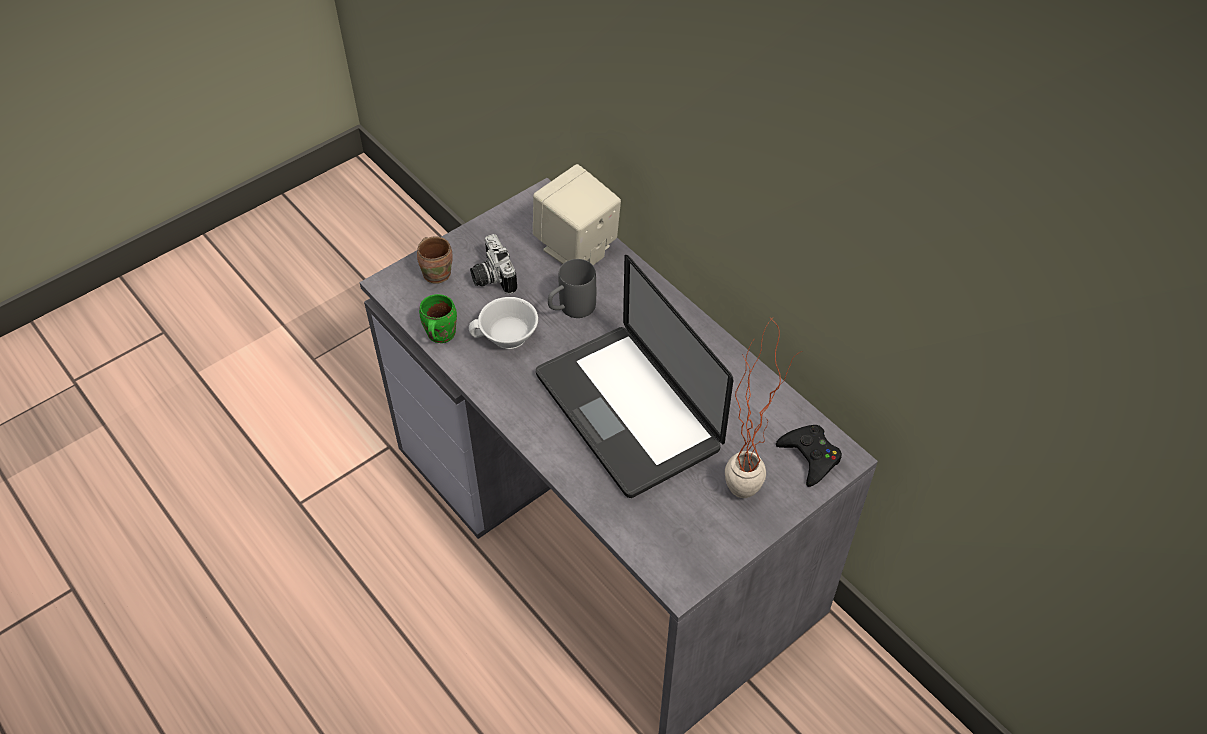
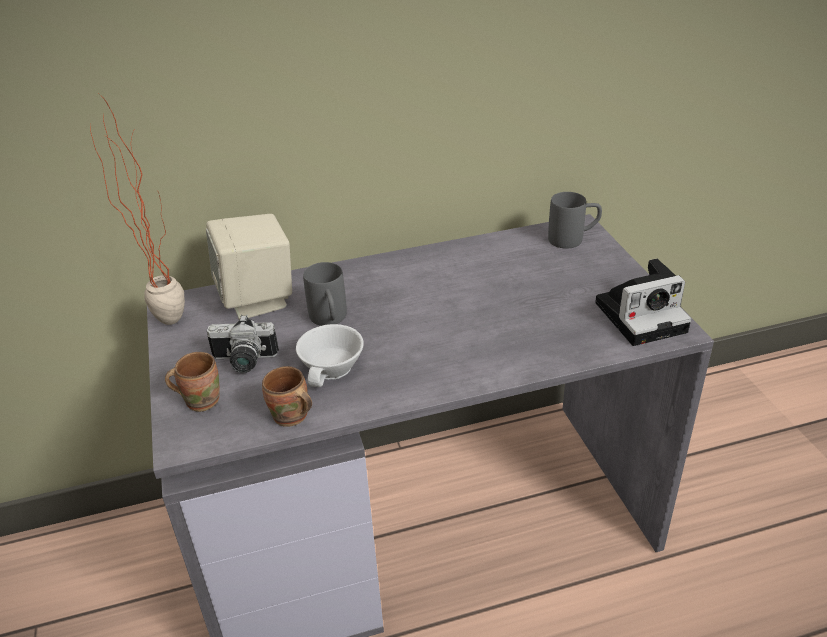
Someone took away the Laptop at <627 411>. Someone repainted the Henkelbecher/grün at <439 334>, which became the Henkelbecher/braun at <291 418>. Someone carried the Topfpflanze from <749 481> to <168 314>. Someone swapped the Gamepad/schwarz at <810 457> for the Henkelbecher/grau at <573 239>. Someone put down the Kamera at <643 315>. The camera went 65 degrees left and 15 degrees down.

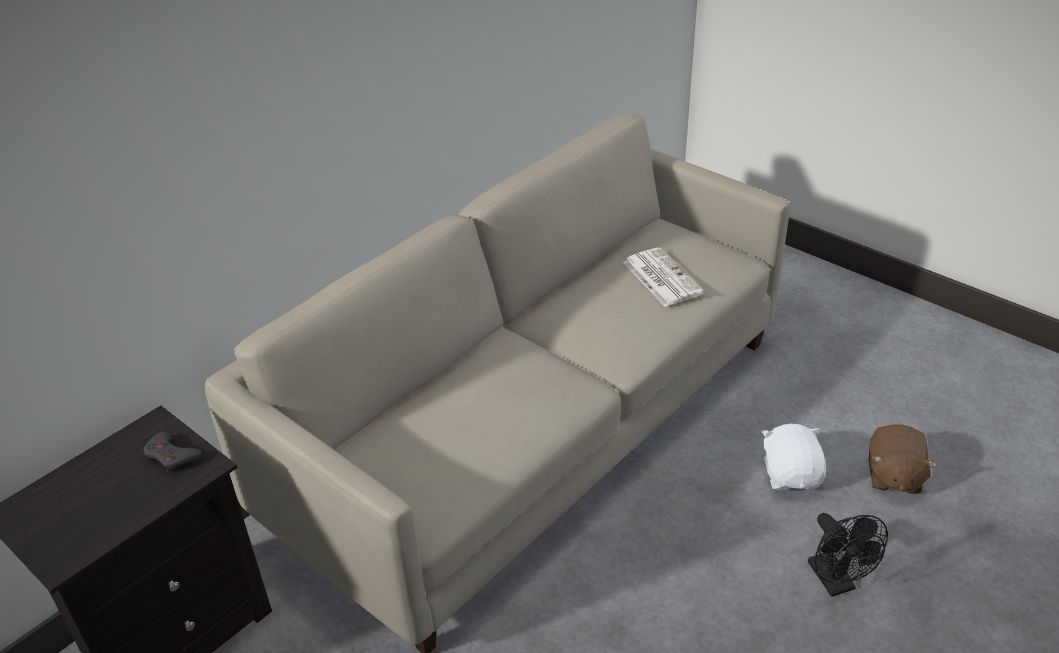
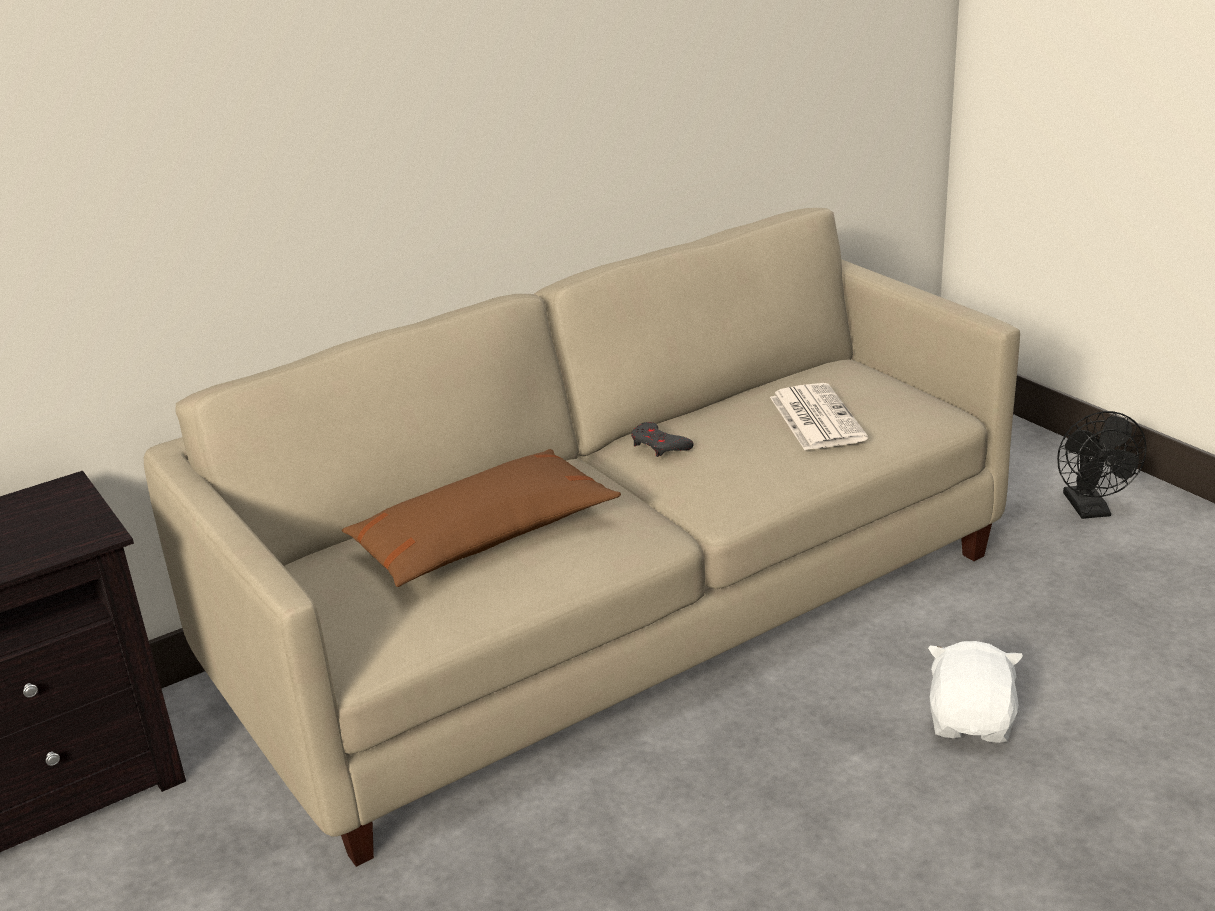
Someone took away the Plüschtier/braun at <893 476>. Someone carried the Gamepad/grau from <172 456> to <659 445>. Someone carried the Ventilator/schwarz from <836 582> to <1090 510>. Someone put down the Kissen/braun at <483 538>. The camera went 15 degrees right and 10 degrees down.

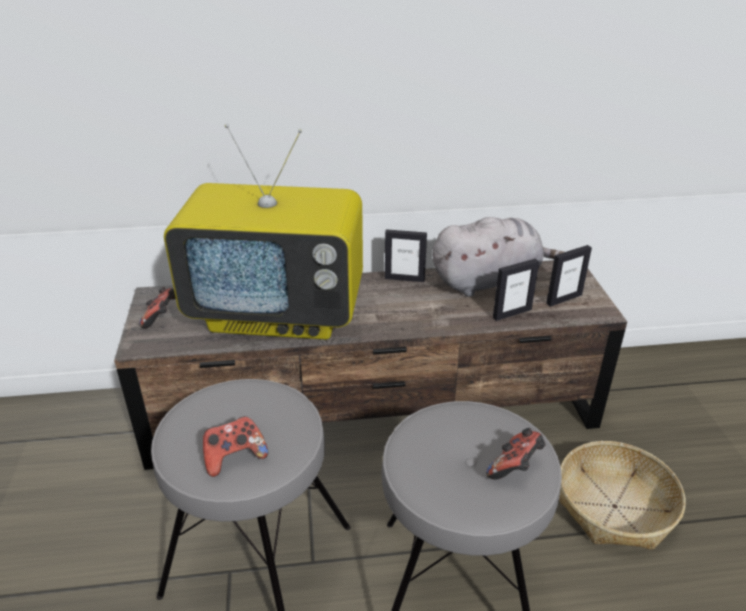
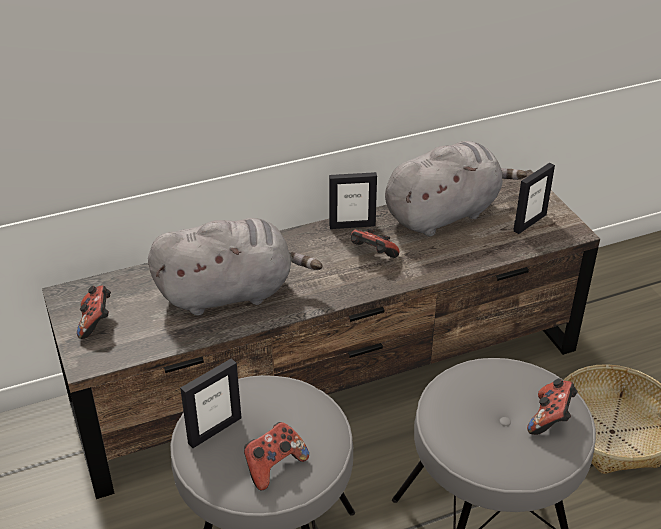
Someone swapped the Fernseher at <279 313> for the Plüschtier/grau at <231 292>. Someone carried the Bilderrahmen from <512 313> to <214 430>. Someone put down the Gamepad at <372 255>. The camera went 15 degrees left and 5 degrees up.

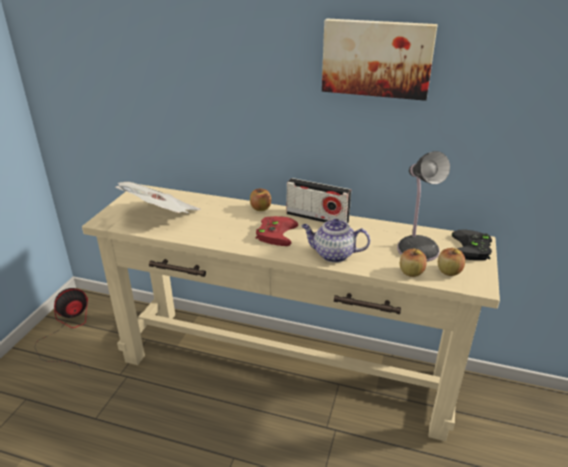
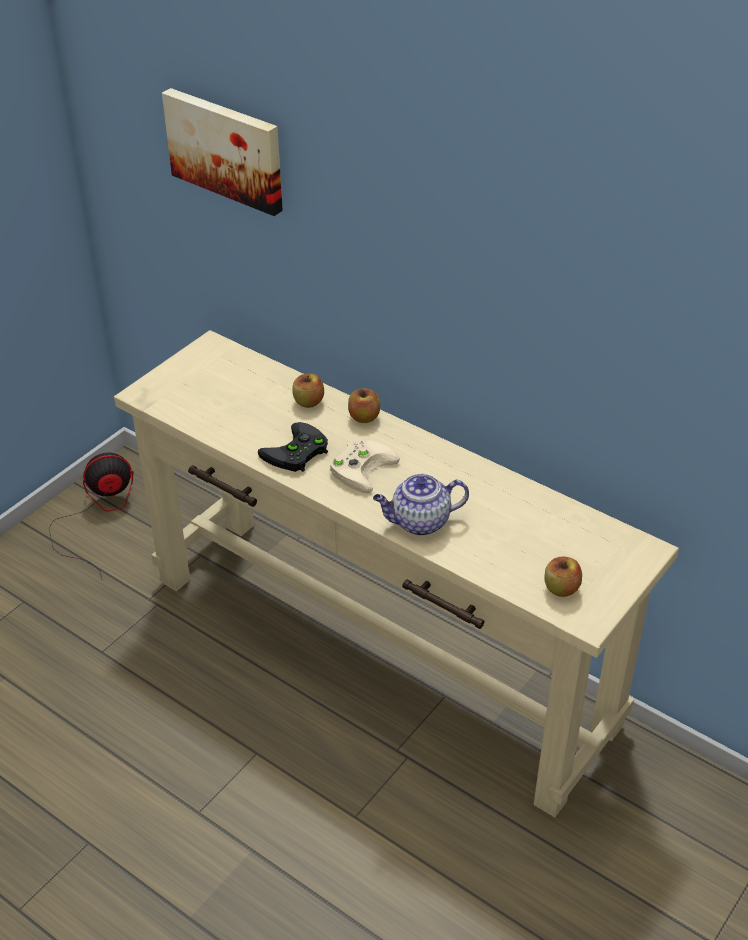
Someone carried the Bild from <377 58> to <226 149>. Someone took away the Tischlampe at <416 248>. Someone took away the Radio at <317 218>. Someone took away the Zeitung at <162 216>. Someone repainted the Gamepad/rot at <275 233>, which became the Gamepad/beige at <361 466>. Someone rotated the Teekanne at <333 255> by 45 degrees counterclockwise. Someone carried the Gamepad/schwarz from <472 249> to <296 453>. Someone carried the Apfel from <411 272> to <308 402>. The camera went 20 degrees right and 10 degrees up.

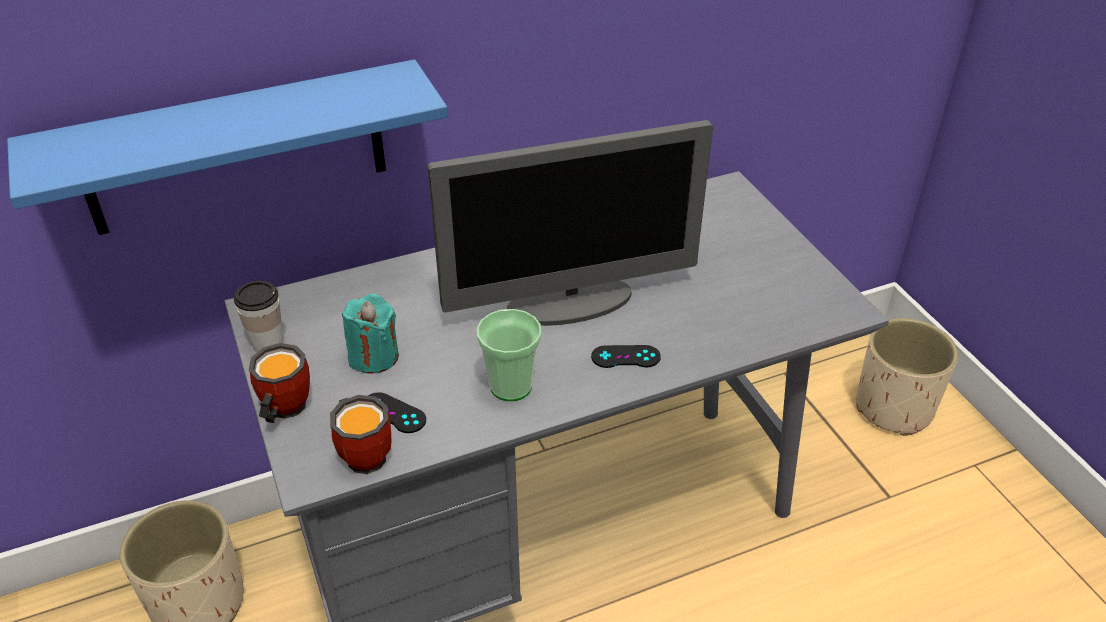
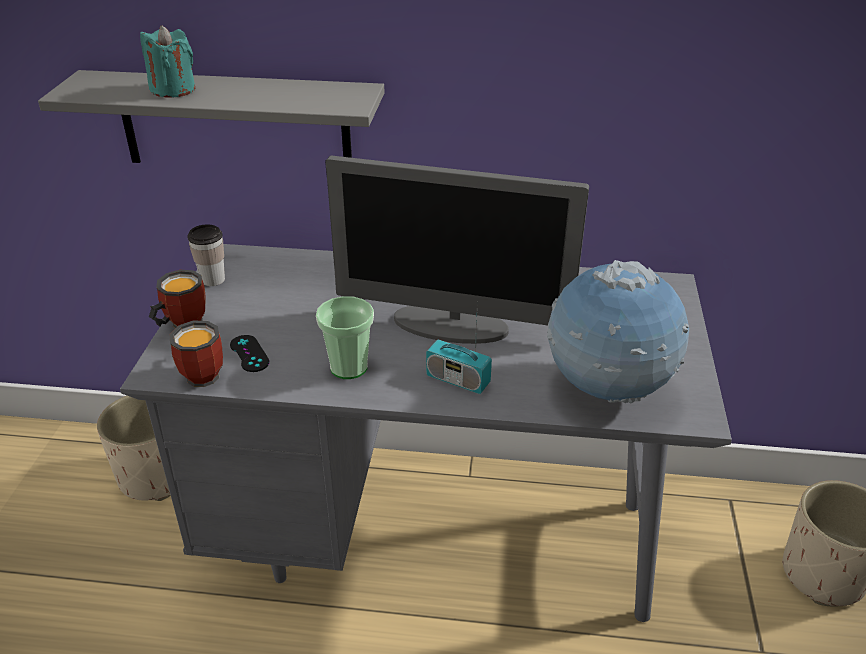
Someone repainted the Wandregal/blau at <235 149>, which became the Wandregal/grau at <235 123>. Someone carried the Kerze/türkis from <374 356> to <173 90>. Someone swapped the Gamepad/schwarz at <625 357> for the Radio at <458 380>. Someone put down the Globus at <607 390>. The camera went 30 degrees right and 5 degrees down.

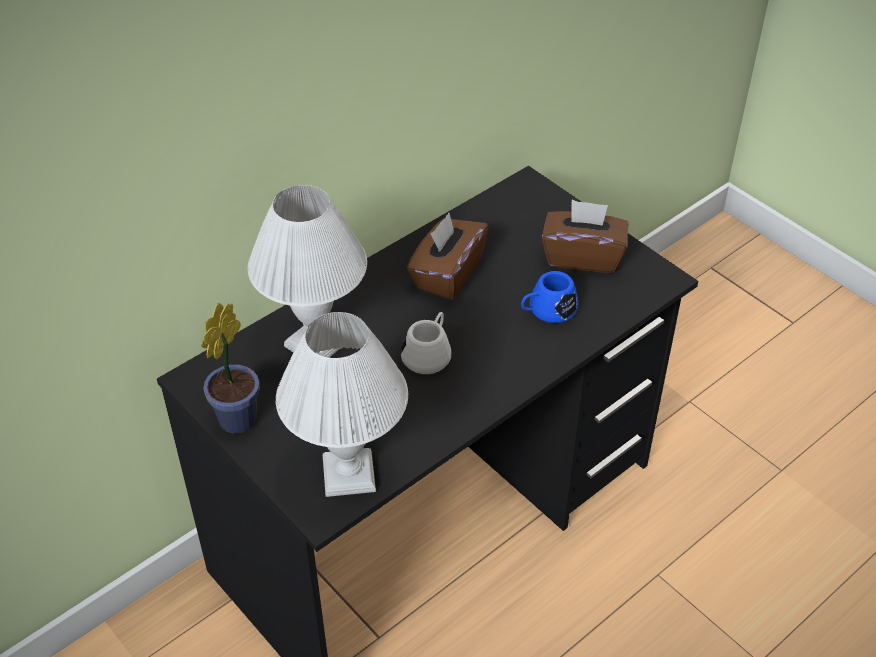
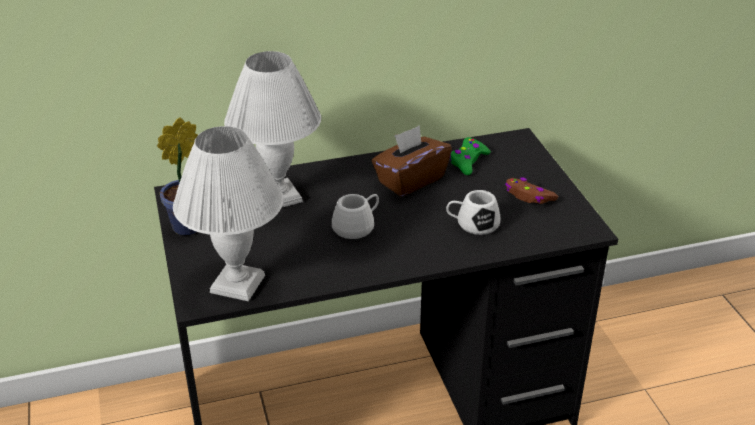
Someone swapped the Taschentuchbox/braun at <582 256> for the Gamepad/braun at <529 196>. Someone repainted the Henkelbecher/blau at <547 310>, which became the Henkelbecher/weiß at <472 224>. Someone put down the Gamepad/grün at <468 161>. The camera went 25 degrees right and 10 degrees down.

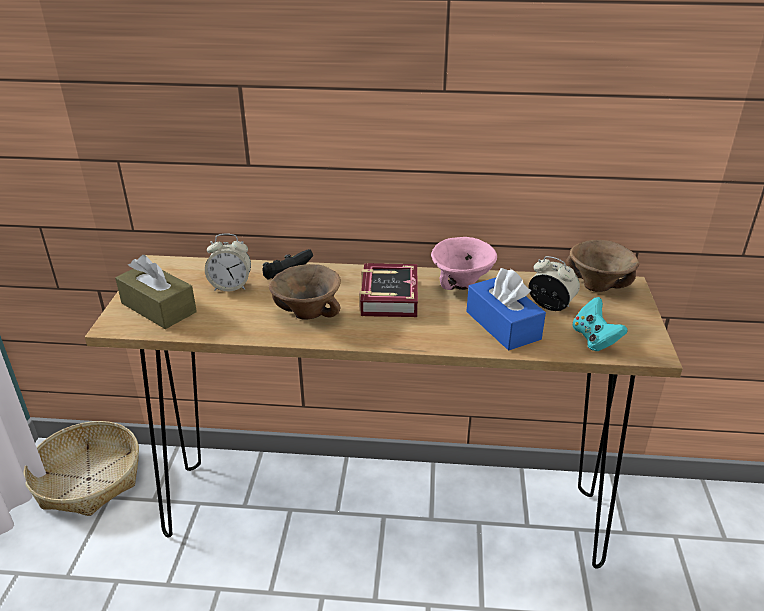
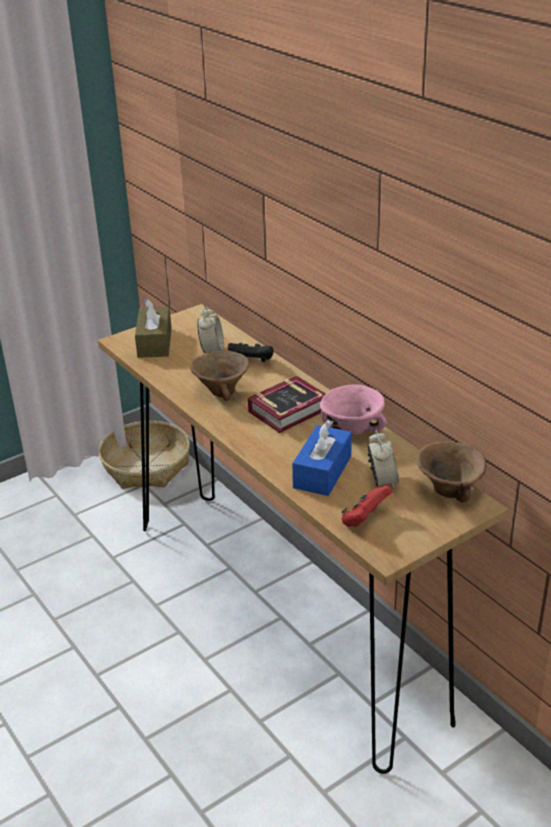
Someone rotated the Wecker at <231 286> by 135 degrees counterclockwise. Someone repainted the Gamepad/türkis at <594 339>, which became the Gamepad/rot at <364 519>. The camera went 50 degrees right and 0 degrees up.

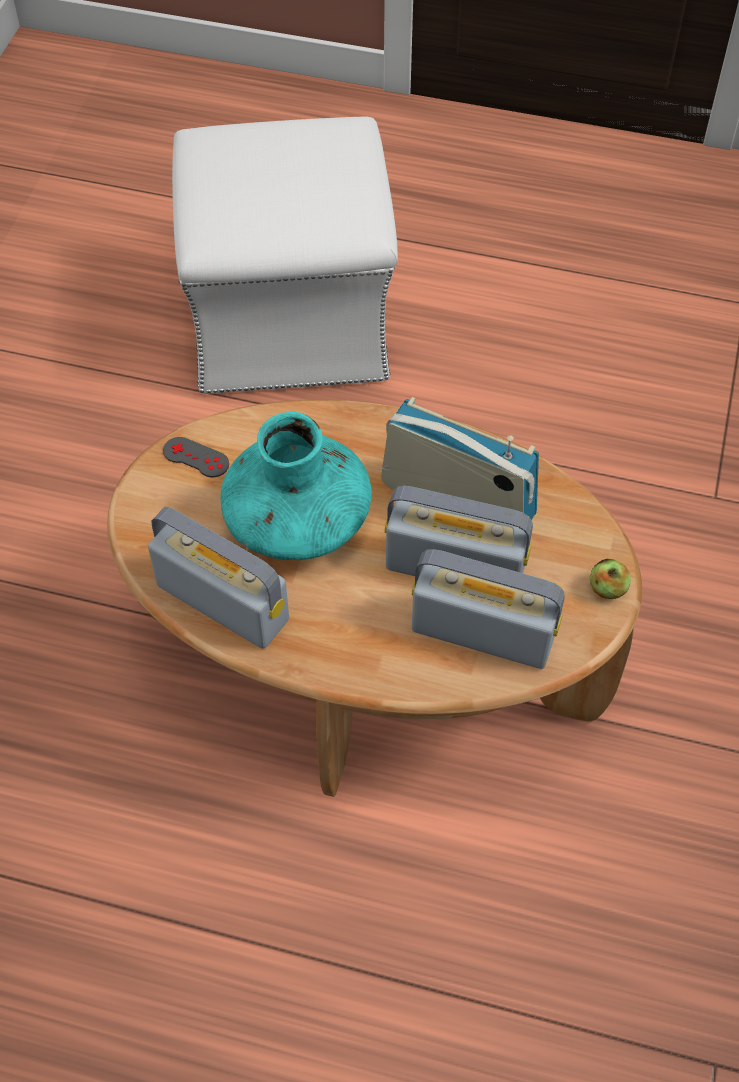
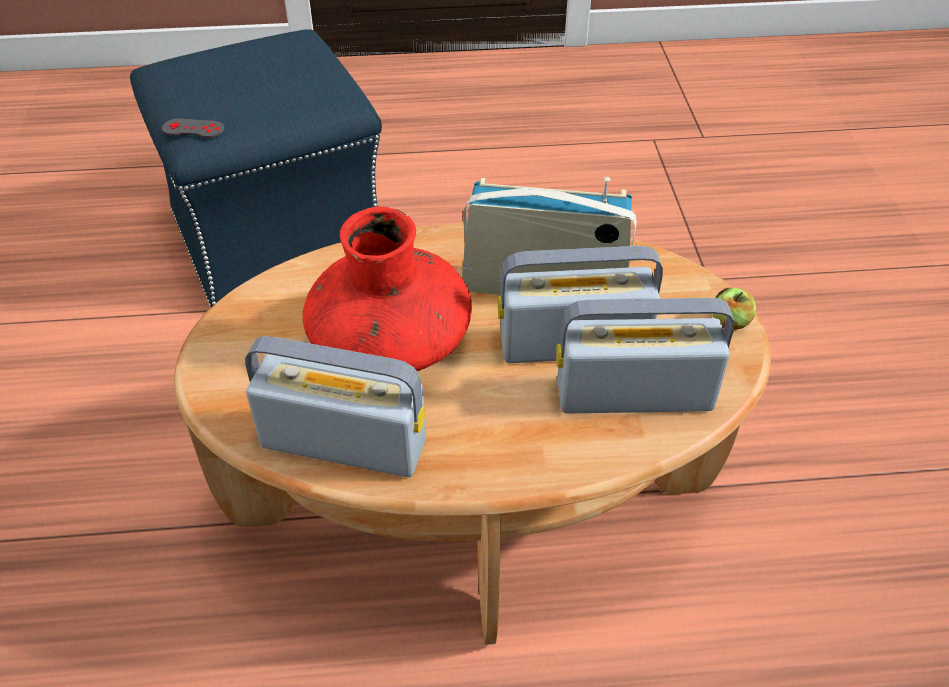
Someone repainted the Polsterhocker/weiß at <292 320>, which became the Polsterhocker/blau at <279 234>. Someone repainted the Vase/türkis at <297 519>, which became the Vase/rot at <390 343>. Someone carried the Gamepad/grau from <196 457> to <193 129>. The camera went 20 degrees left and 10 degrees down.

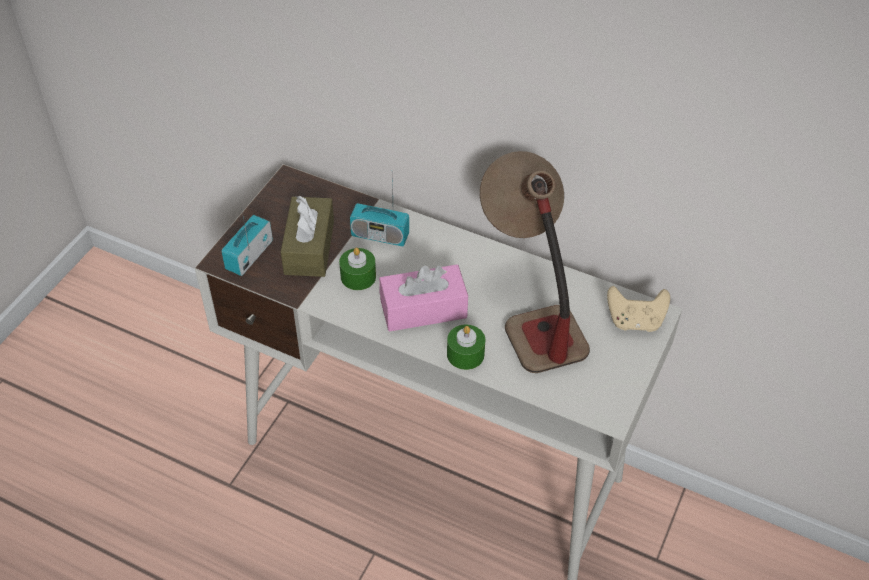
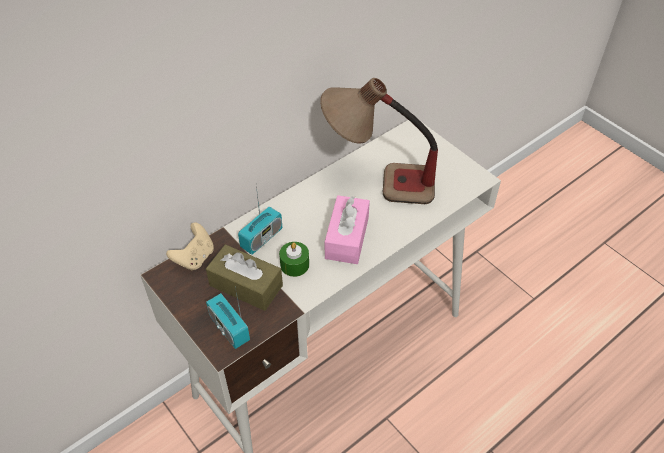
Someone carried the Gamepad/beige from <635 321> to <195 257>. Someone took away the Kerze/grün at <465 354>. The camera went 65 degrees left and 0 degrees up.

